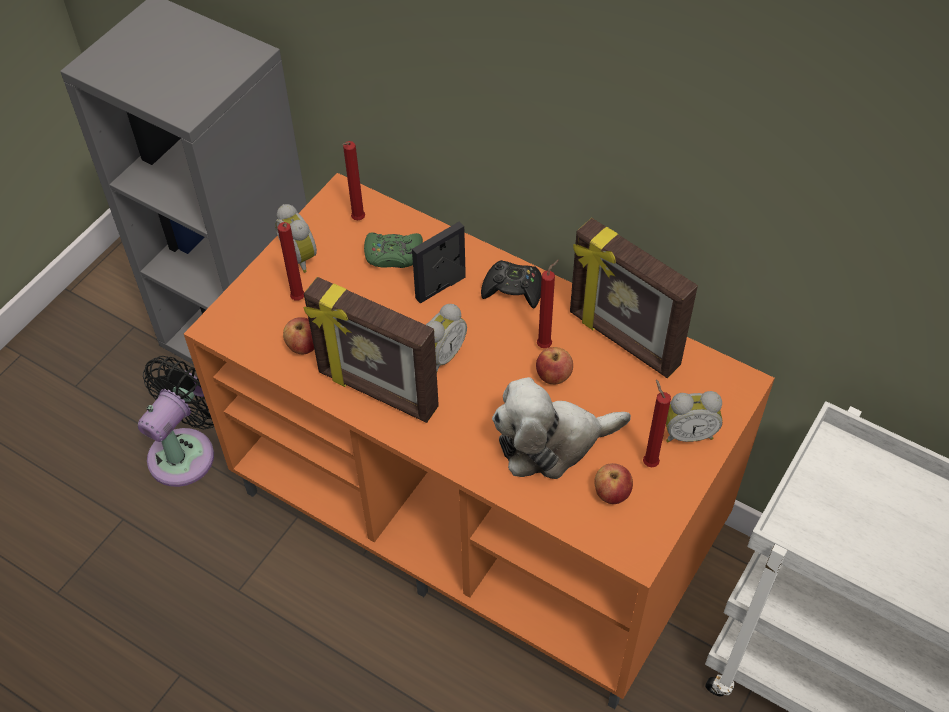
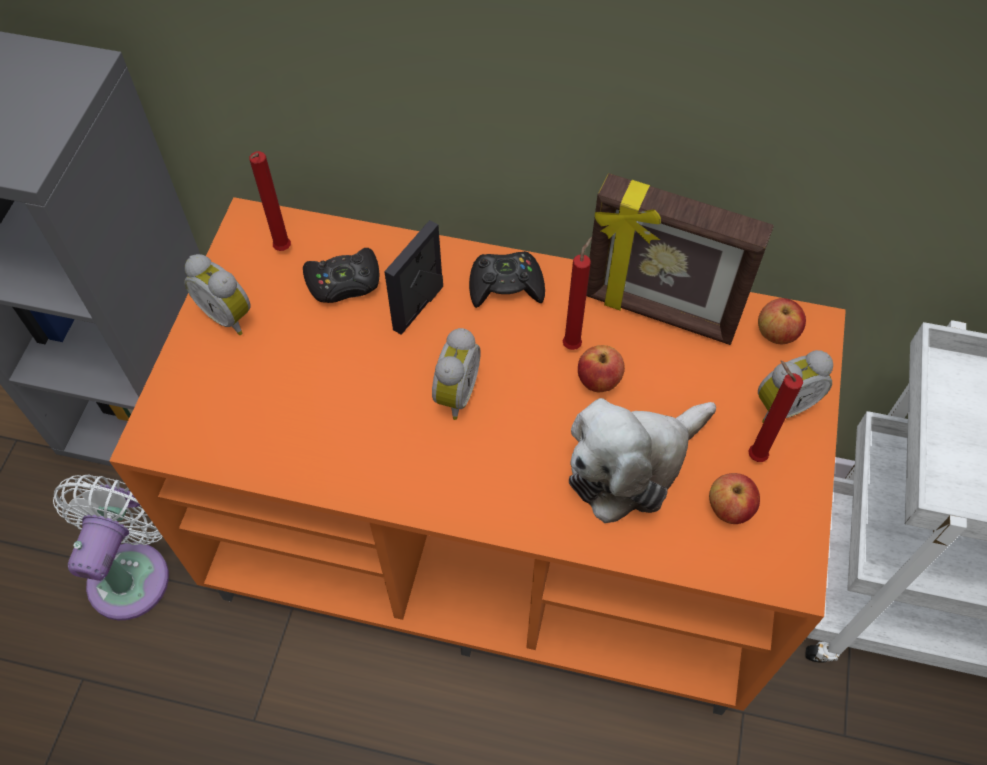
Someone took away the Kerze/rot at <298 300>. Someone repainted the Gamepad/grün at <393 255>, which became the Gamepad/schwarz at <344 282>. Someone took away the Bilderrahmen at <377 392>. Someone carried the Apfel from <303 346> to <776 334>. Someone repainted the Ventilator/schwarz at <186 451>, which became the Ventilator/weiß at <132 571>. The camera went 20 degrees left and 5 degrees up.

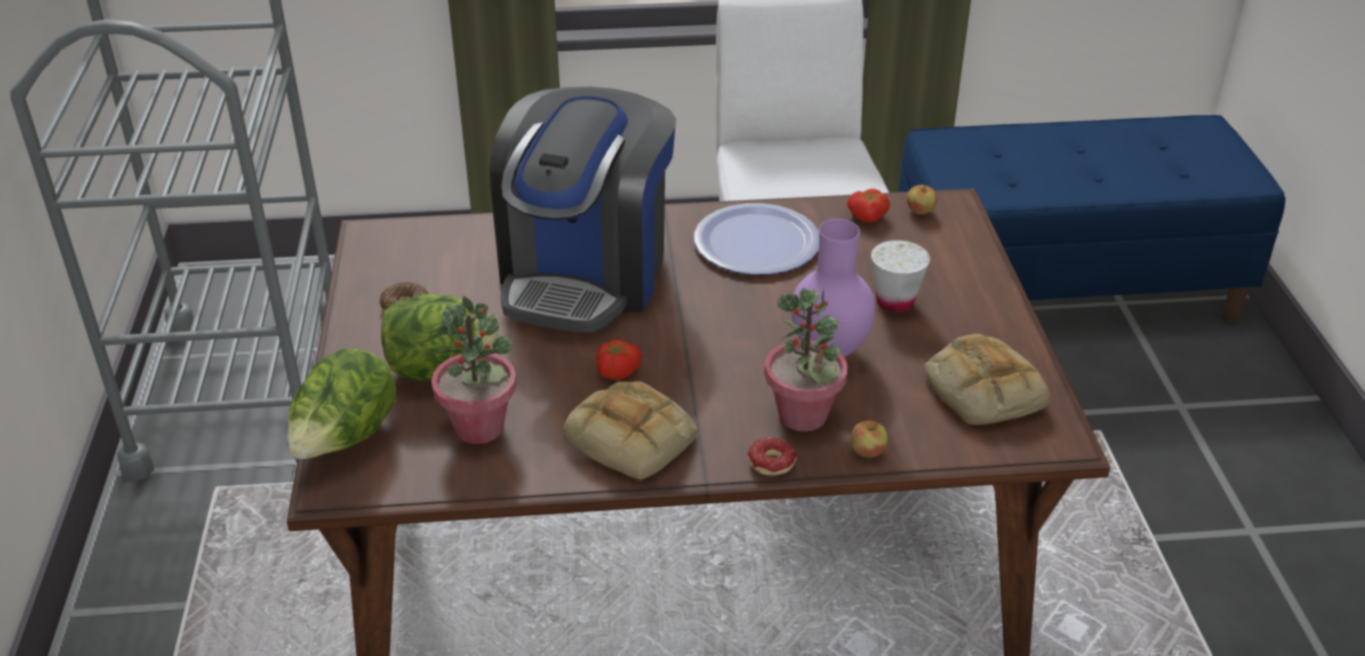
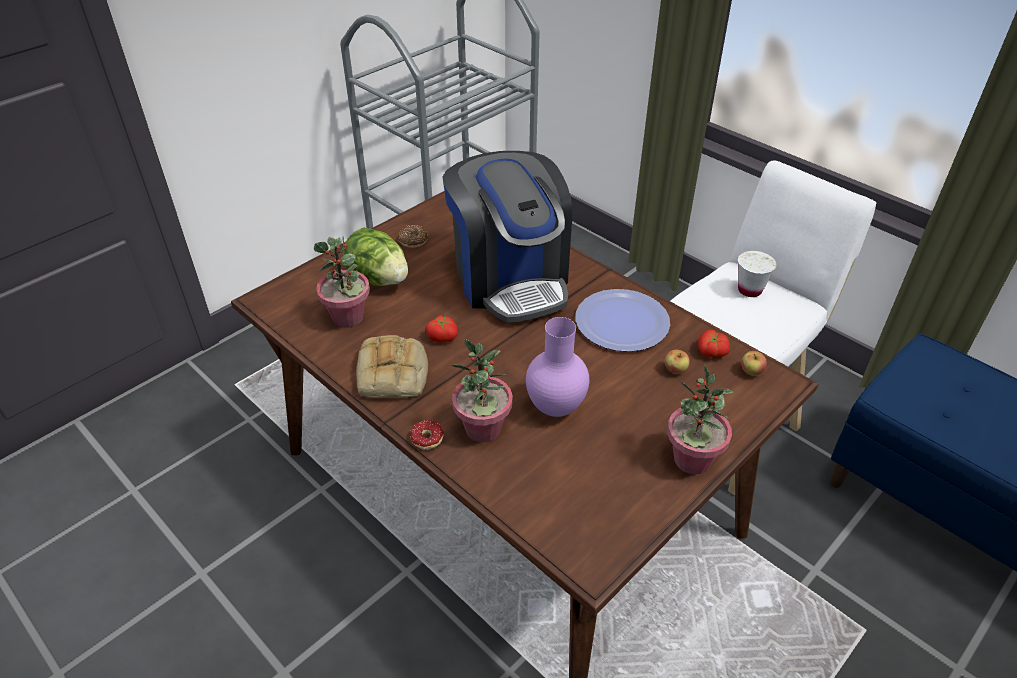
Someone rotated the Kaffeemaschine at <586 274> by 90 degrees counterclockwise. Someone carried the Tasse/weiß from <895 302> to <749 290>. Someone took away the Brot at <981 390>. Someone took away the Salatkopf at <346 440>. Someone carried the Apfel from <867 452> to <675 370>. Someone put down the Topfpflanze at <692 460>. The camera went 50 degrees right and 5 degrees up.

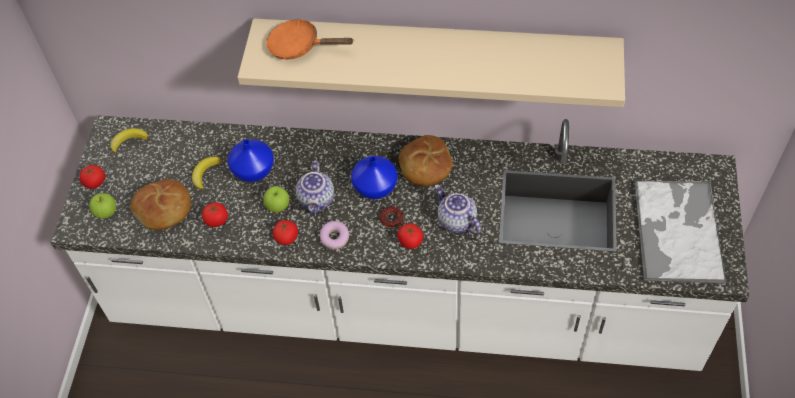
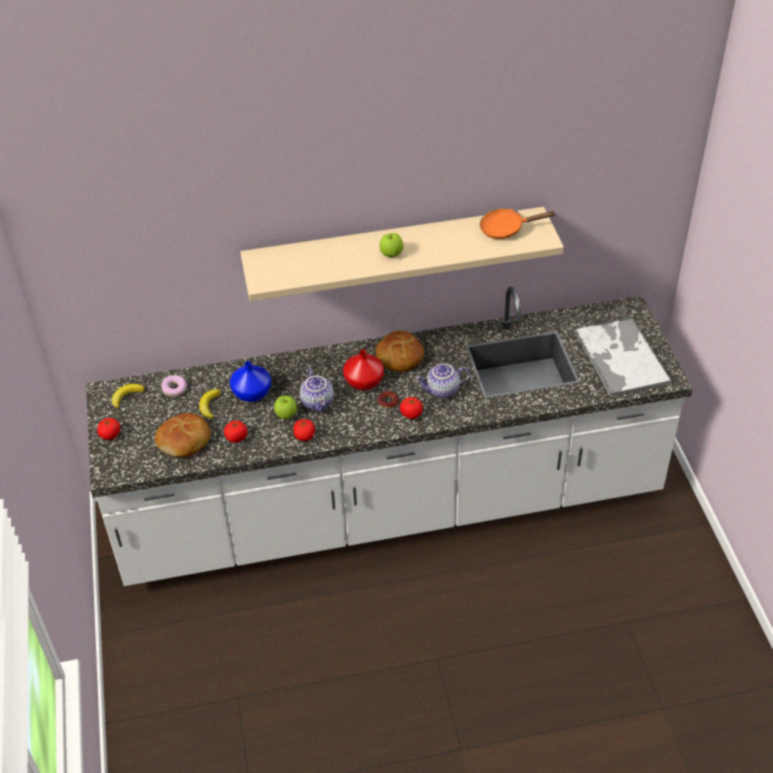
Someone carried the Pfanne/orange from <299 46> to <506 229>. Someone repainted the Vase/blau at <376 187>, which became the Vase/rot at <365 382>. Someone rotated the Teekanne at <455 221> by 45 degrees counterclockwise. Someone carried the Apfel from <106 212> to <391 254>. Someone carried the Donut from <334 238> to <174 389>. The camera went 20 degrees left and 10 degrees down.

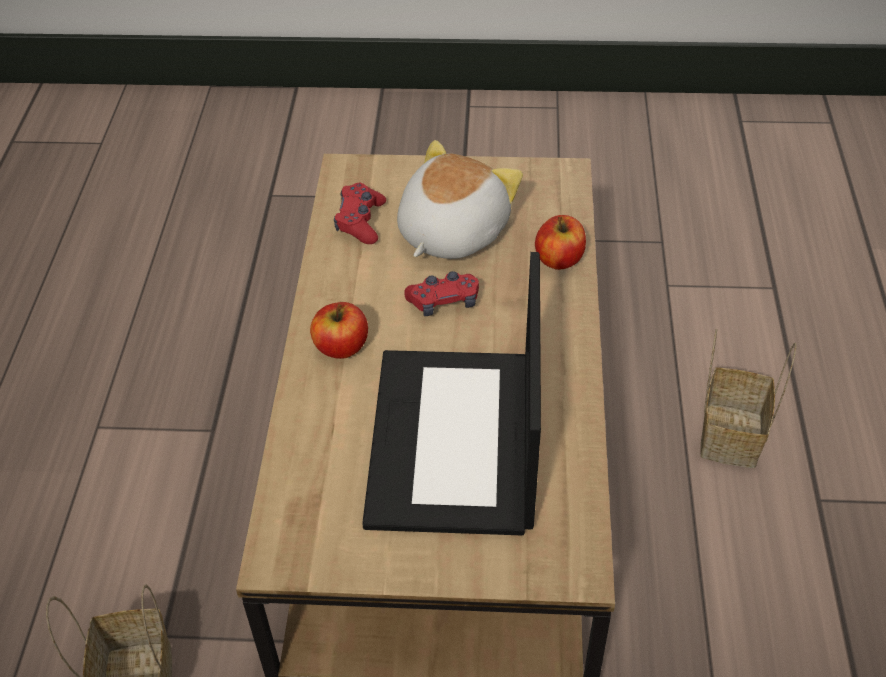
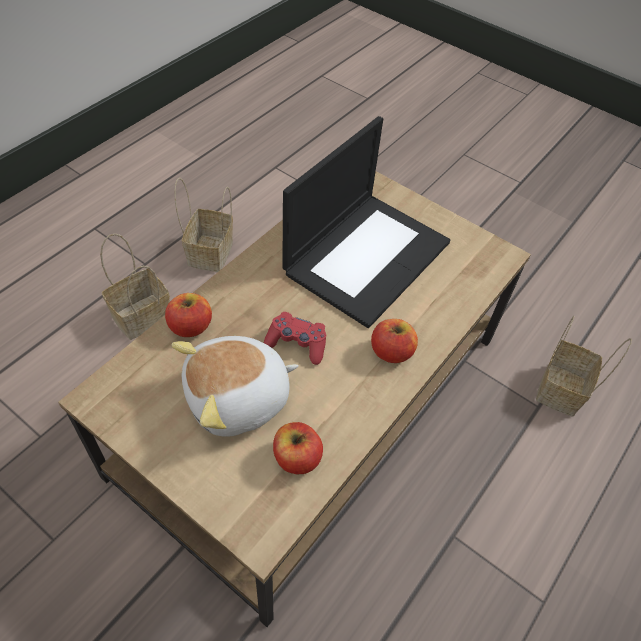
Someone swapped the Gamepad/rot at <360 221> for the Apfel at <297 458>. Someone put down the Korb at <210 252>. The camera went 150 degrees left and 5 degrees up.

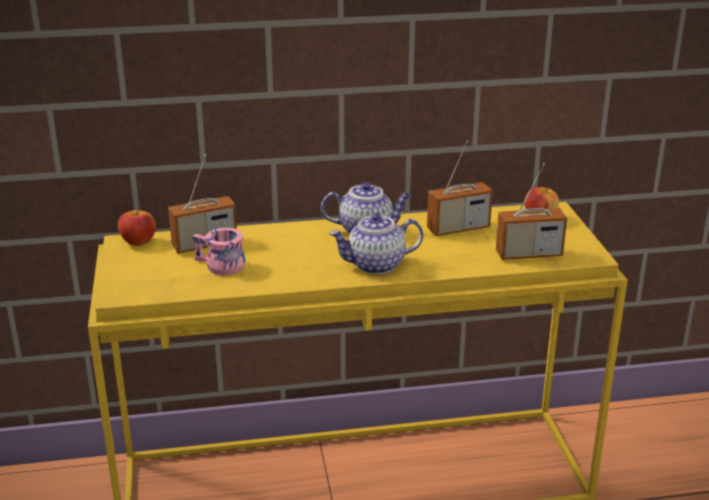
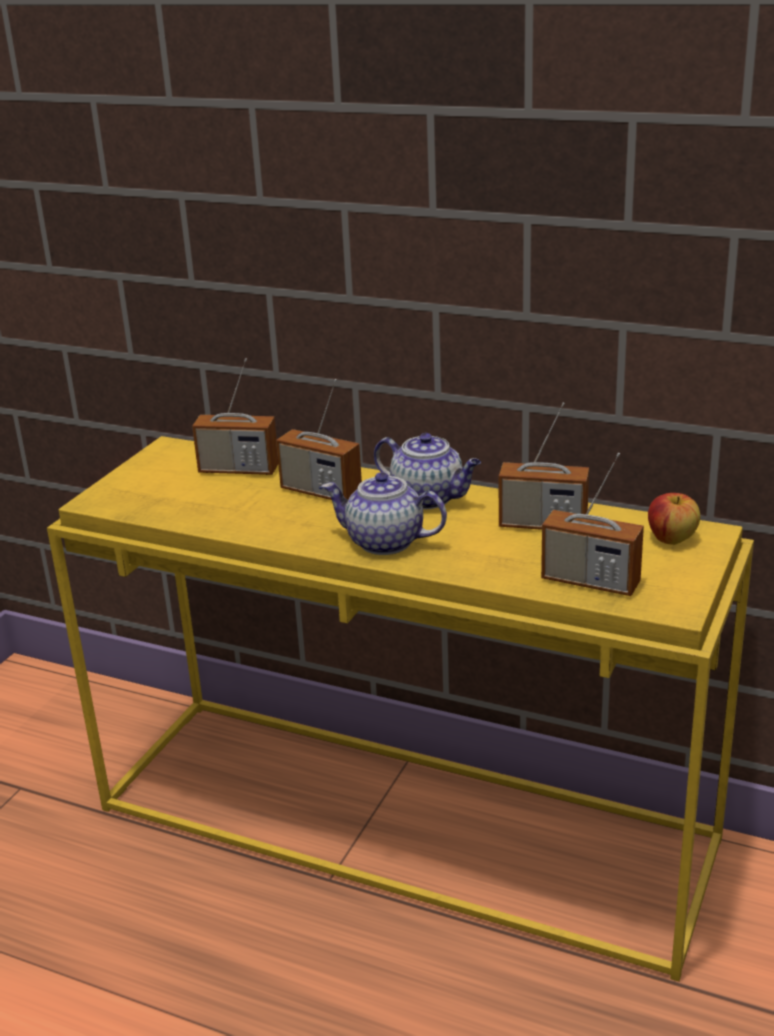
Someone took away the Apfel at <138 242>. Someone took away the Henkelbecher/rosa at <219 266>. Someone put down the Radio at <321 492>. The camera went 35 degrees right and 0 degrees up.

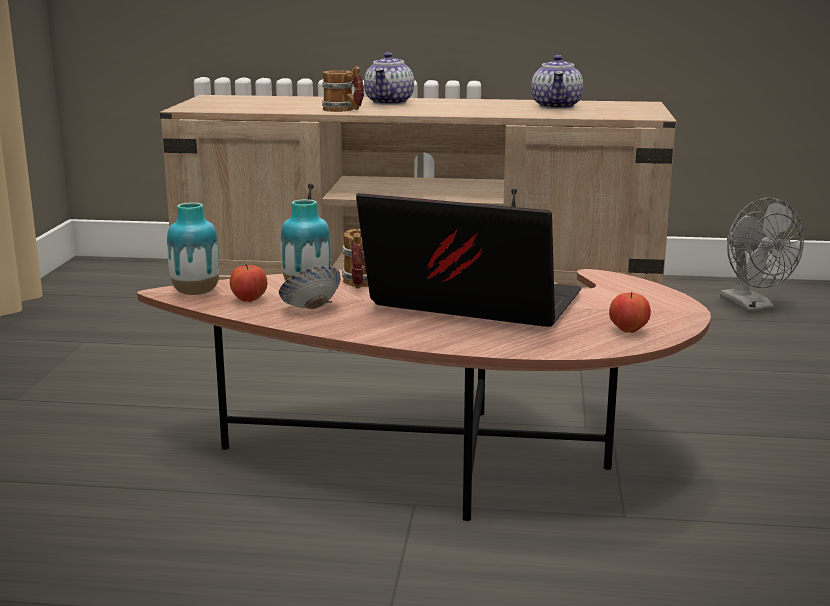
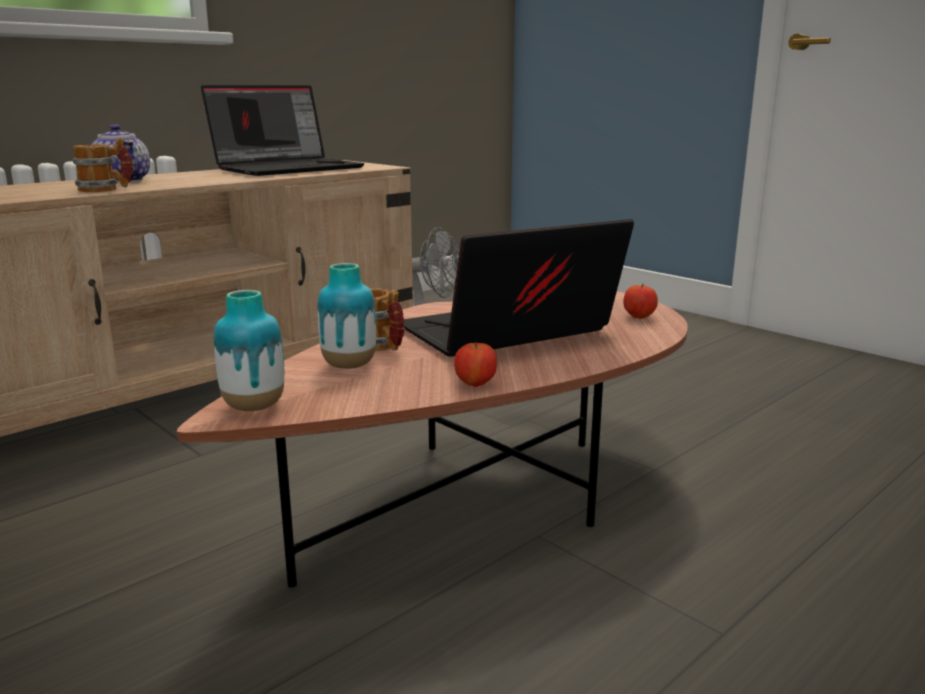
Someone swapped the Teekanne at <557 106> for the Laptop at <288 168>. Someone carried the Apfel from <249 300> to <475 384>. Someone took away the Schüssel at <311 309>. The camera went 50 degrees left and 0 degrees up.

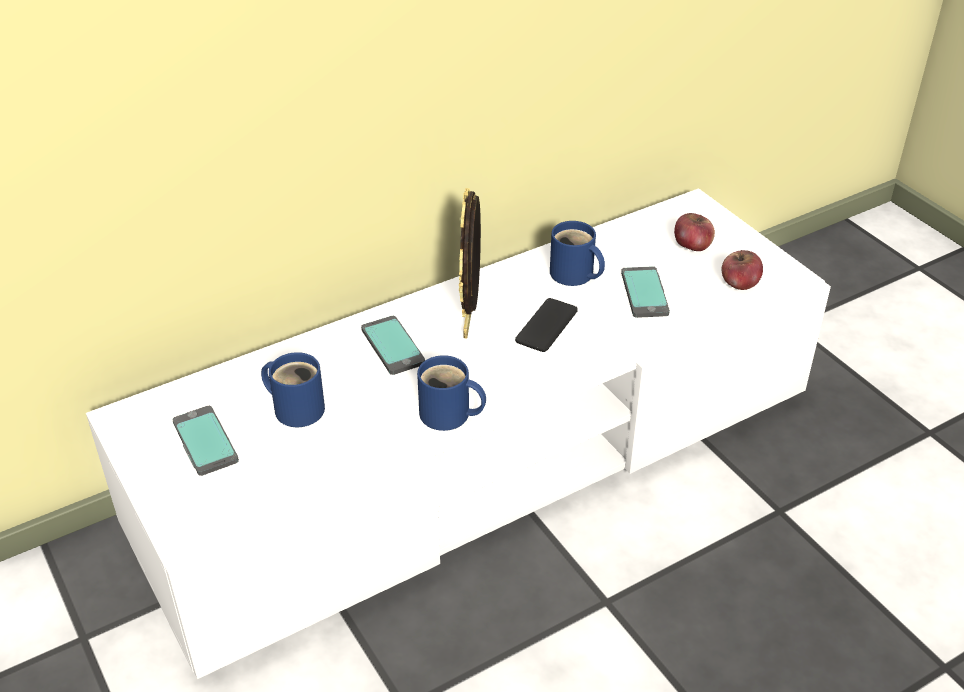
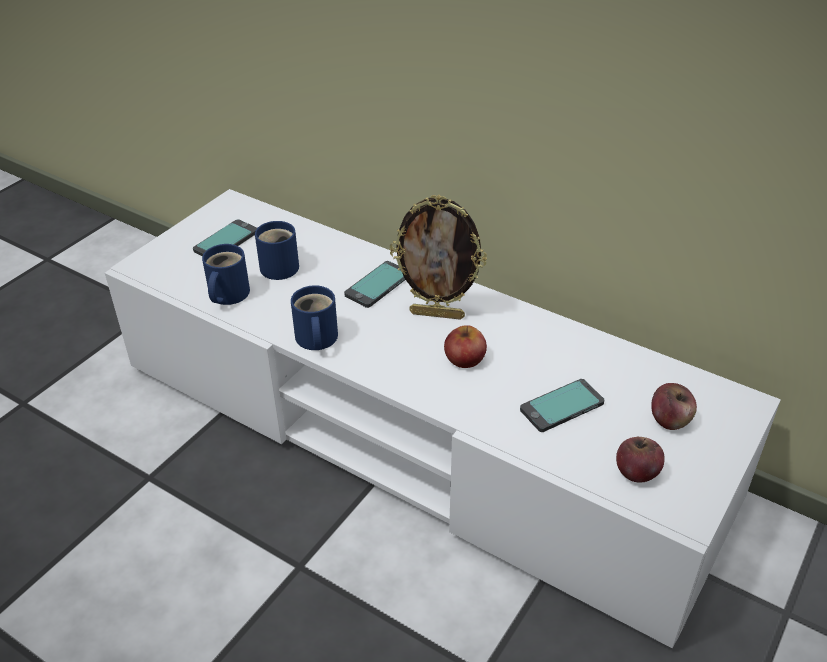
Someone rotated the Bilderrahmen at <470 321> by 150 degrees counterclockwise. Someone carried the Henkelbecher/blau from <574 275> to <226 295>. Someone swapped the Handy at <546 326> for the Apfel at <464 358>. The camera went 65 degrees right and 0 degrees up.

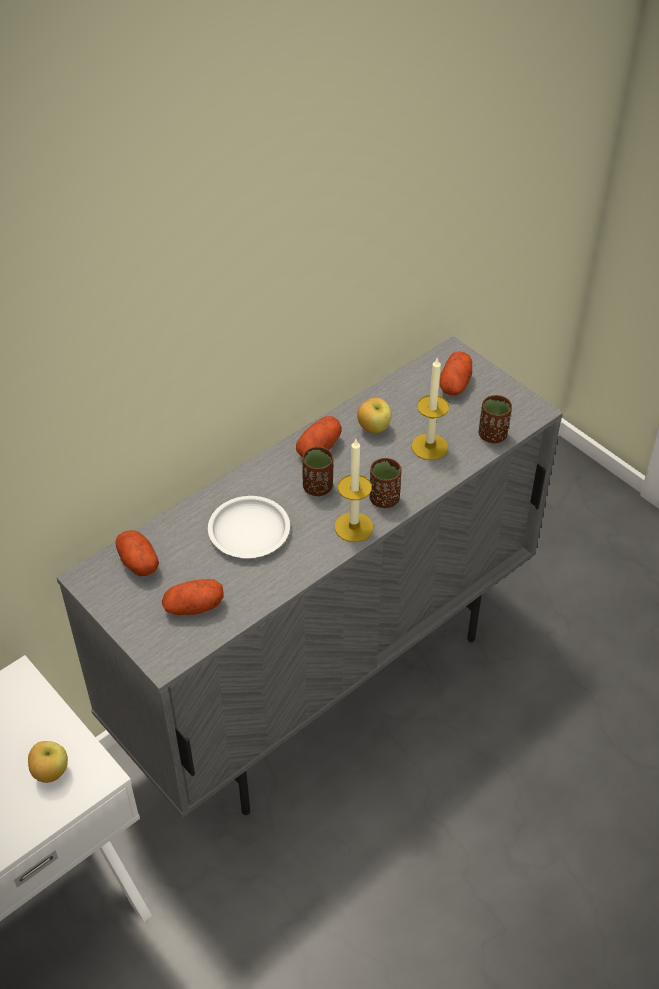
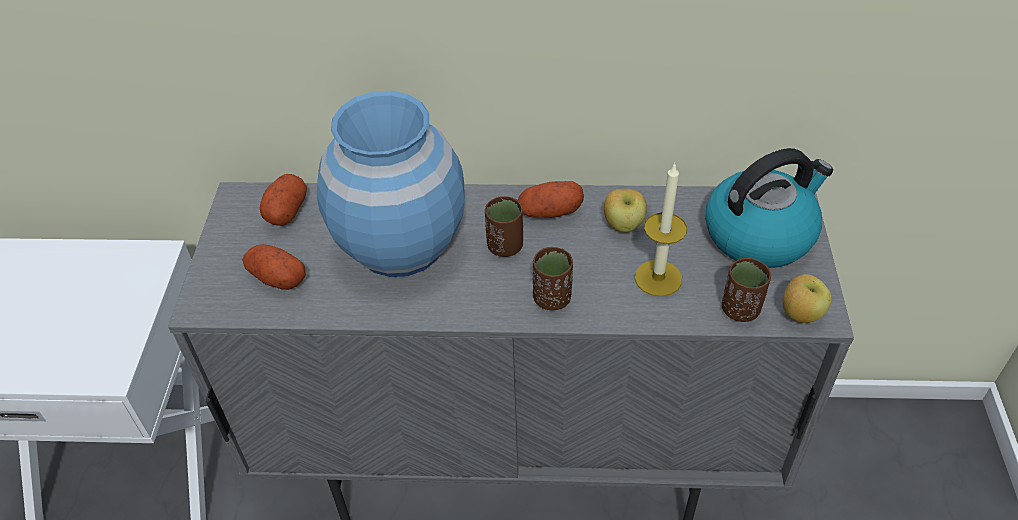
Someone swapped the Kartoffel at <455 384> for the Wasserkessel at <760 234>. Someone took away the Kerze at <353 527>. Someone swapped the Teller/weiß at <249 531> for the Vase/blau at <400 244>. Someone carried the Apfel from <50 772> to <800 314>. The camera went 45 degrees right and 0 degrees up.

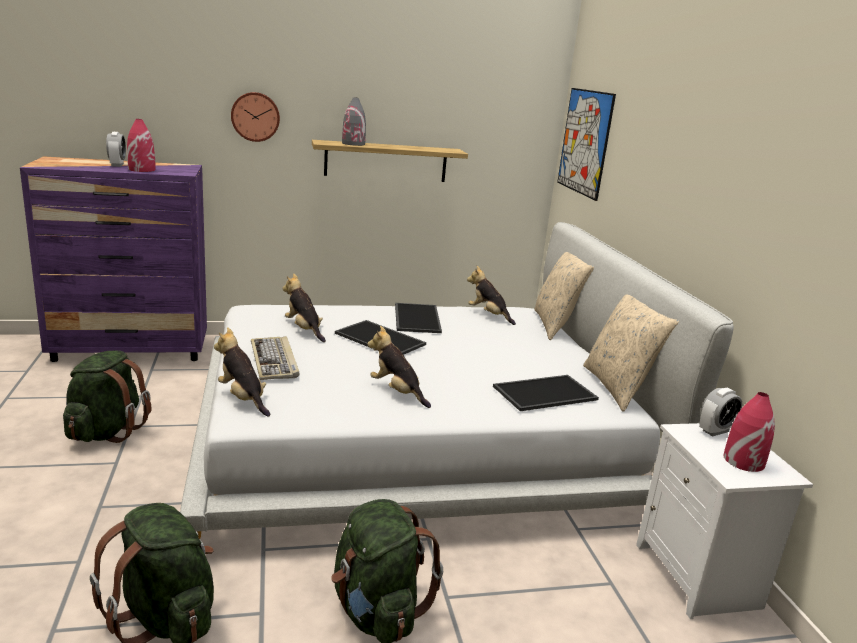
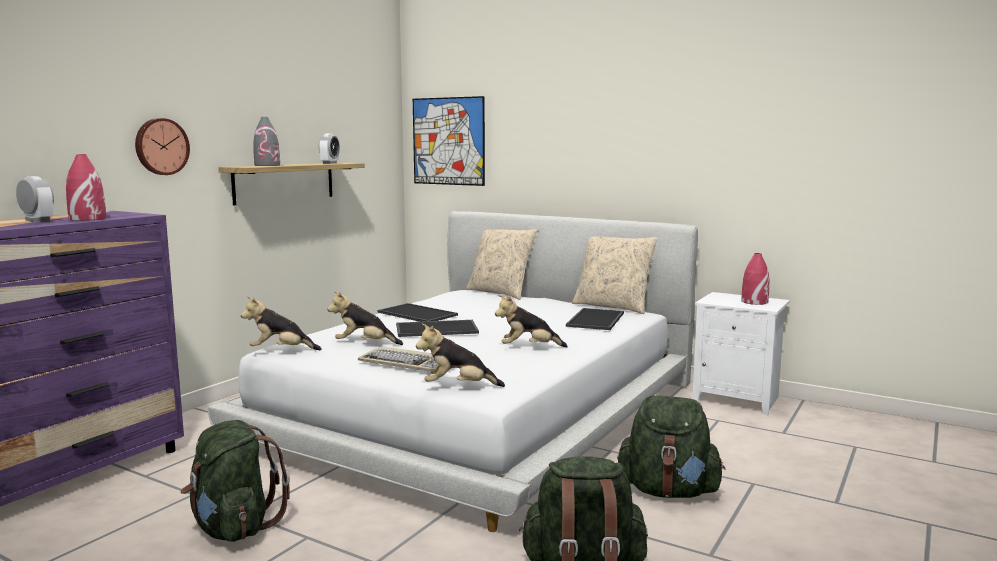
Someone carried the Plüschtier from <488 315> to <281 351>. Someone carried the Wecker from <715 431> to <329 163>. The camera went 45 degrees left and 10 degrees down.

